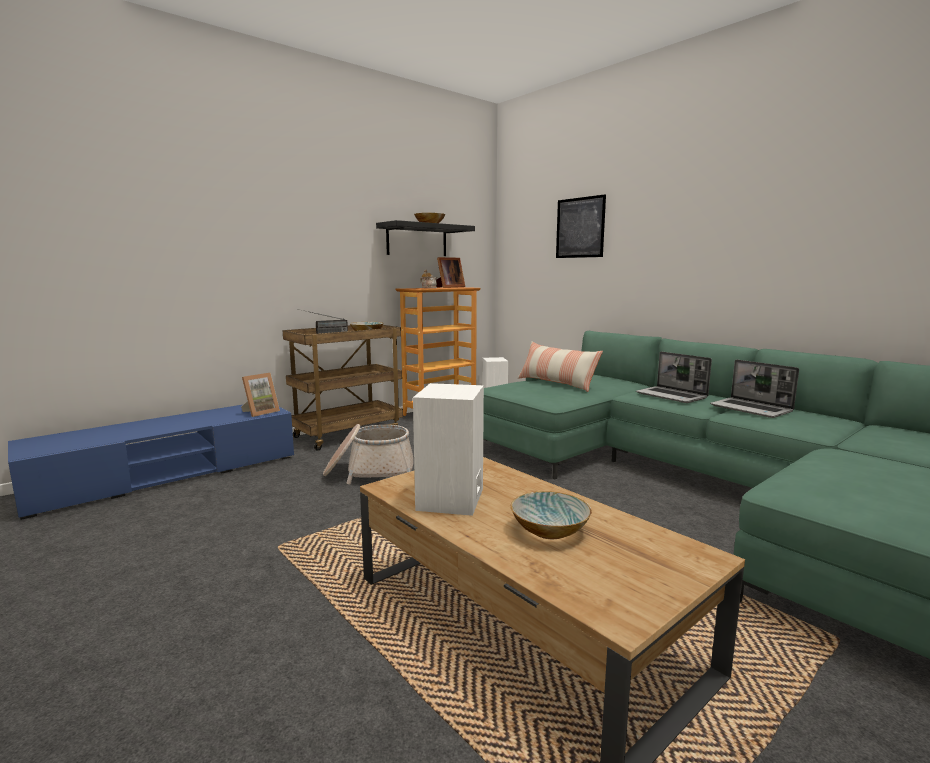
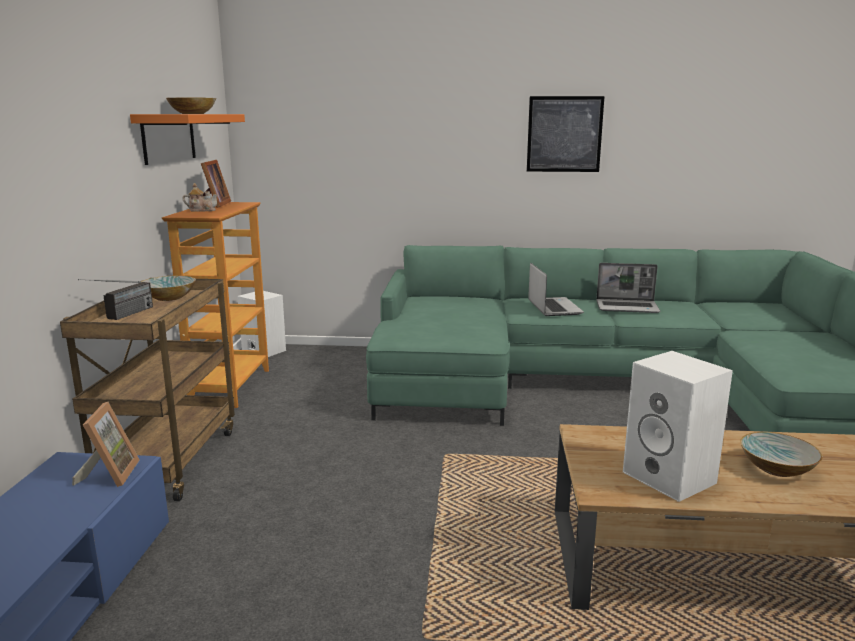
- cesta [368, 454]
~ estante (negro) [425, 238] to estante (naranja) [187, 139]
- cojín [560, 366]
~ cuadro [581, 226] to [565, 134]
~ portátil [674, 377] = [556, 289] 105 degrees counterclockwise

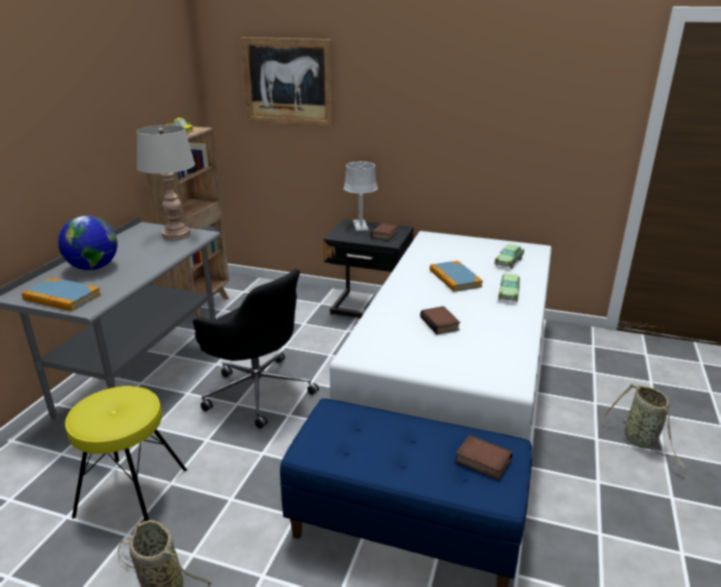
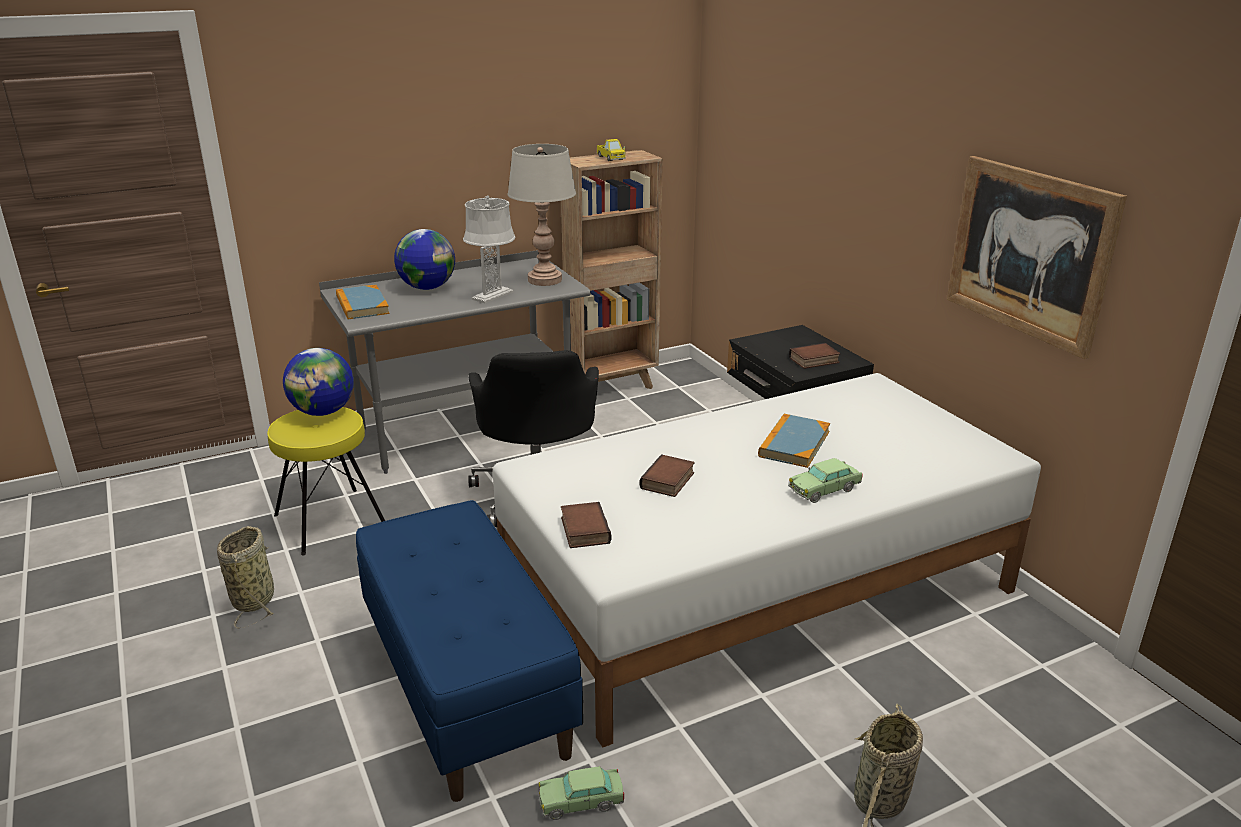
~ cuadro [286, 82] to [1037, 257]
~ lámpara de mesa (gris) [360, 195] to [489, 249]
~ libro [484, 457] to [586, 525]
~ coche de juguete [509, 256] to [581, 793]
+ globo terráqueo [318, 382]

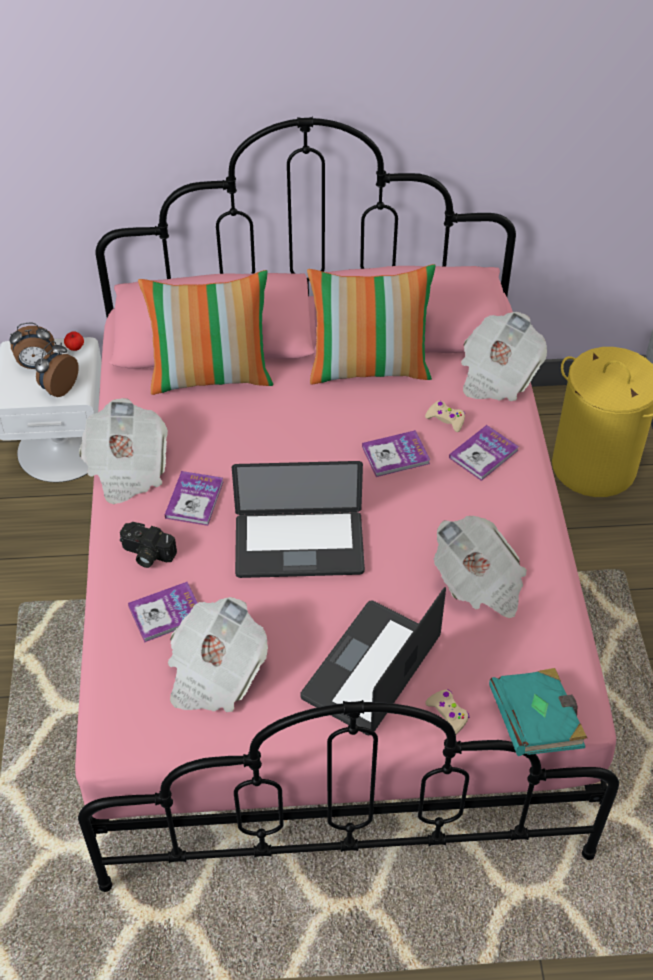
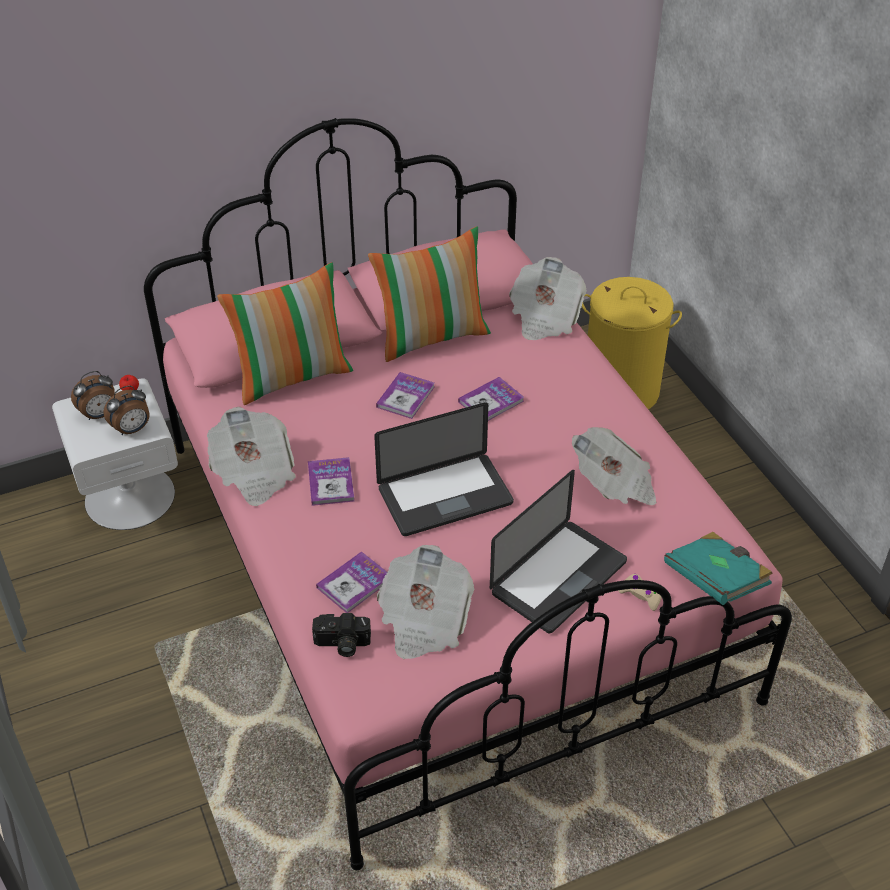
~ despertador [57, 369] = [126, 410] 135 degrees counterclockwise
~ cámara [148, 545] to [341, 635]
~ portátil [373, 661] = [558, 551] 150 degrees counterclockwise
- mando de consola (beis) [445, 416]
~ libro [484, 453] to [405, 395]

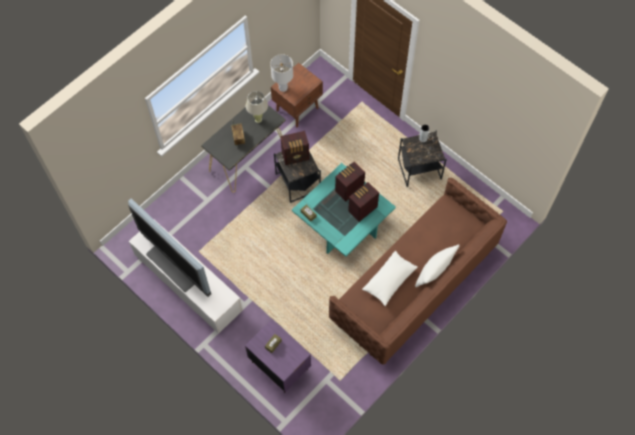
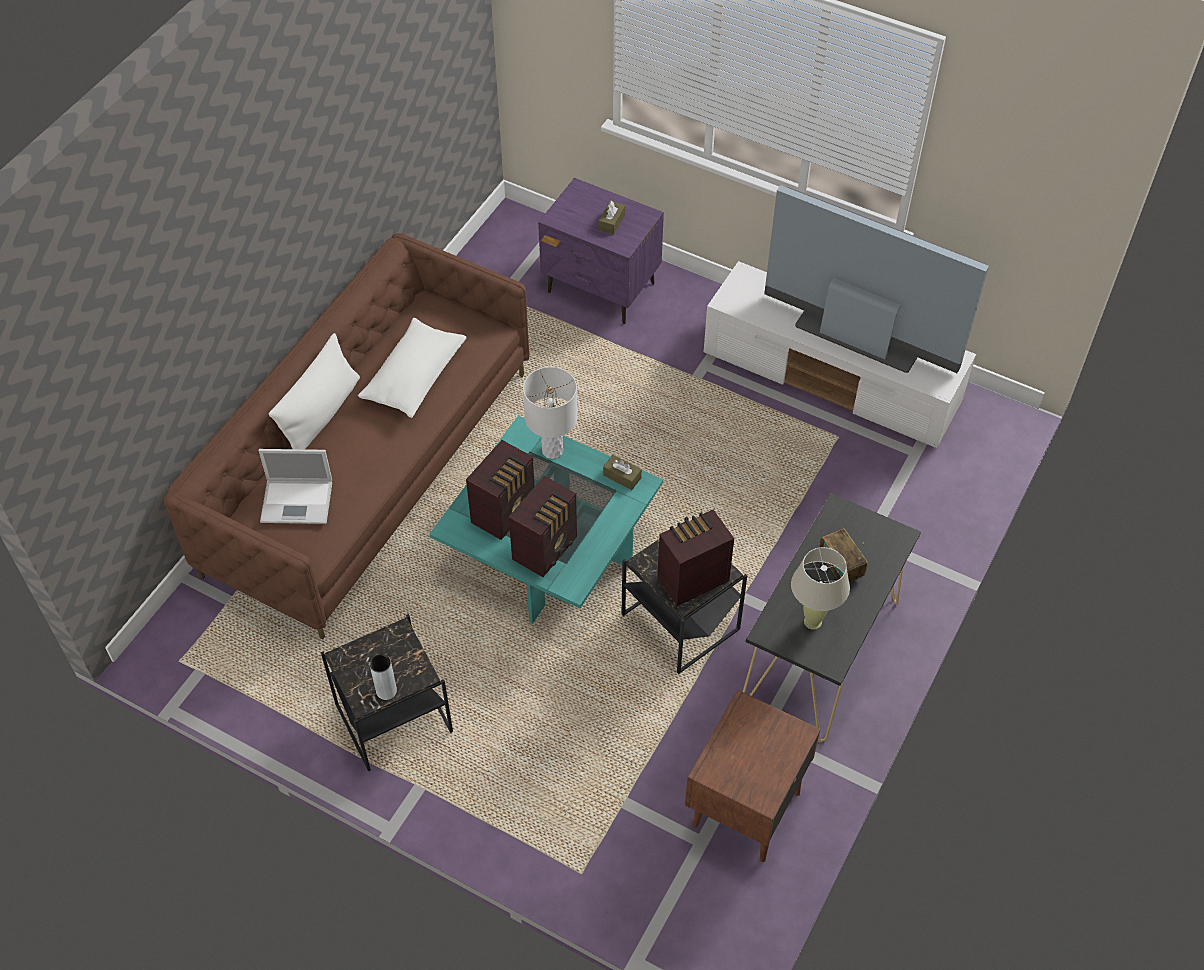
~ lámpara de mesa (blanco) [281, 73] to [550, 413]
+ portátil [295, 486]

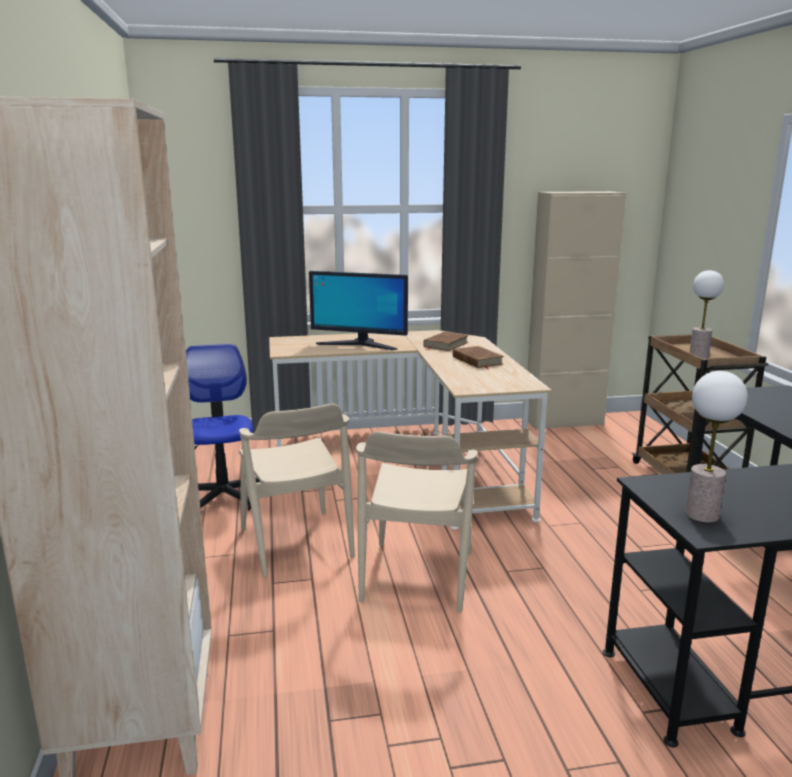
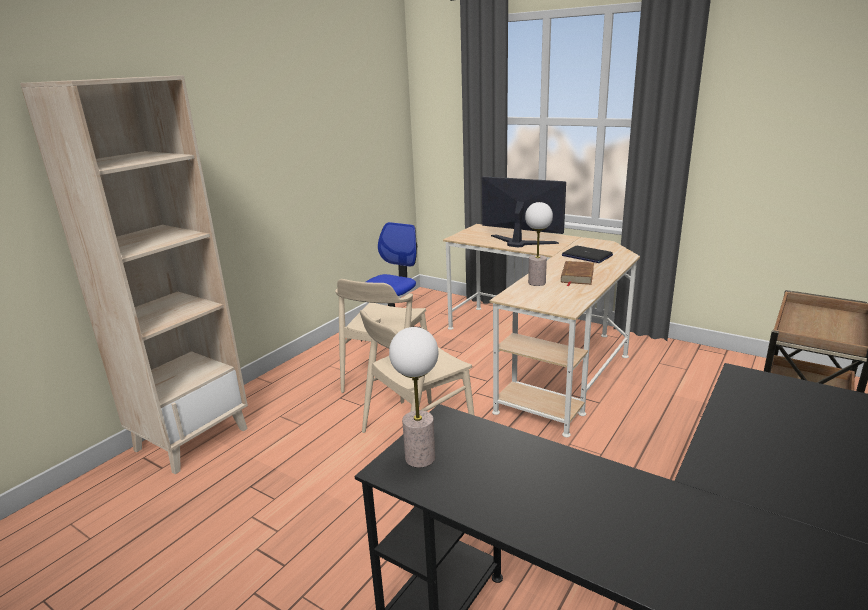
~ monitor [358, 310] = [524, 211] 150 degrees clockwise
~ libro (marrón) [445, 341] to portátil [587, 254]
- armario (beis) [577, 310]
~ lámpara de mesa [706, 314] to [539, 244]

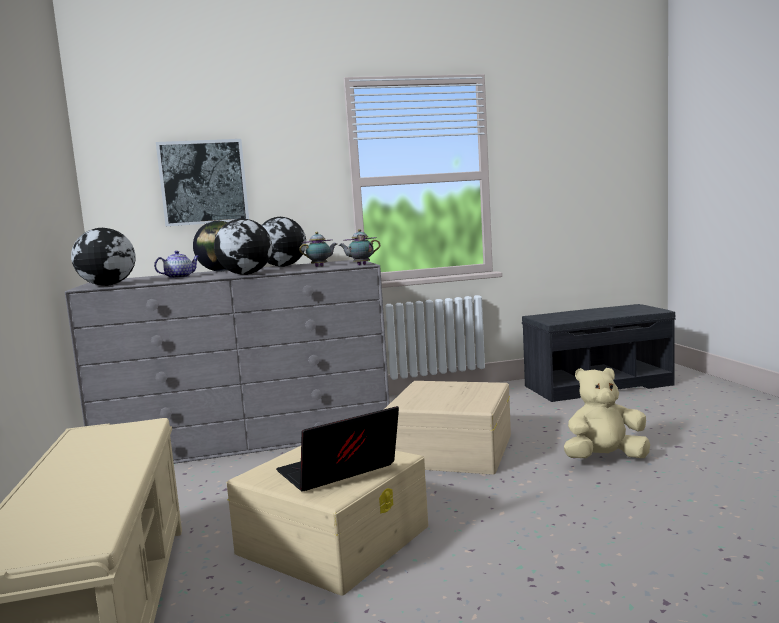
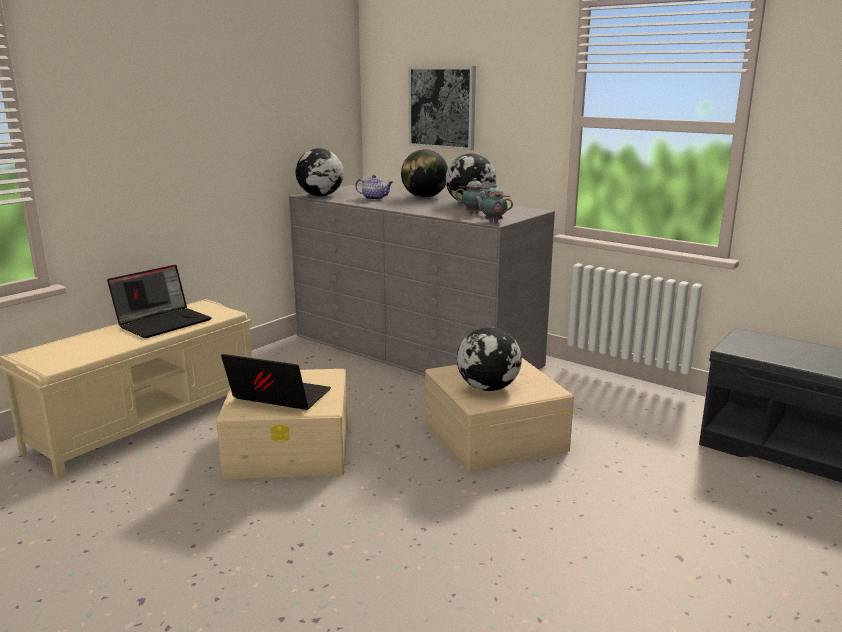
~ globo terráqueo [243, 246] to [489, 359]
- peluche (beis) [607, 413]
+ portátil [159, 301]

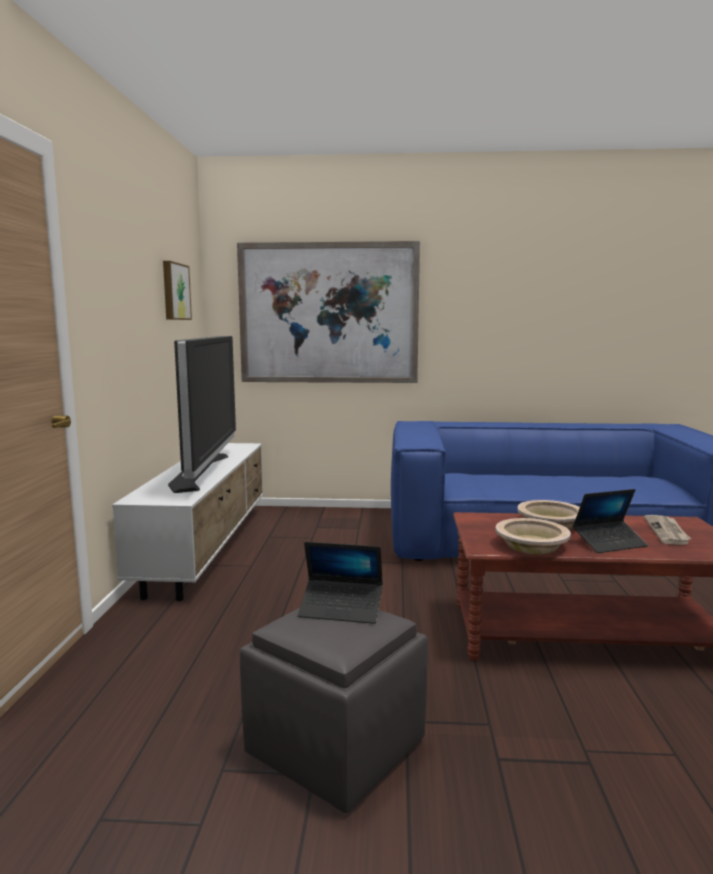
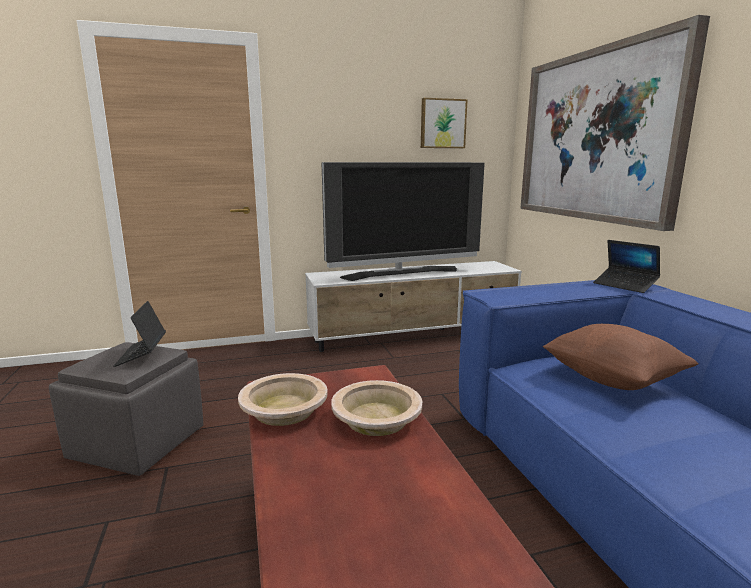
~ portátil [610, 521] to [626, 266]
- periódico [667, 530]
+ cojín (marrón) [620, 357]

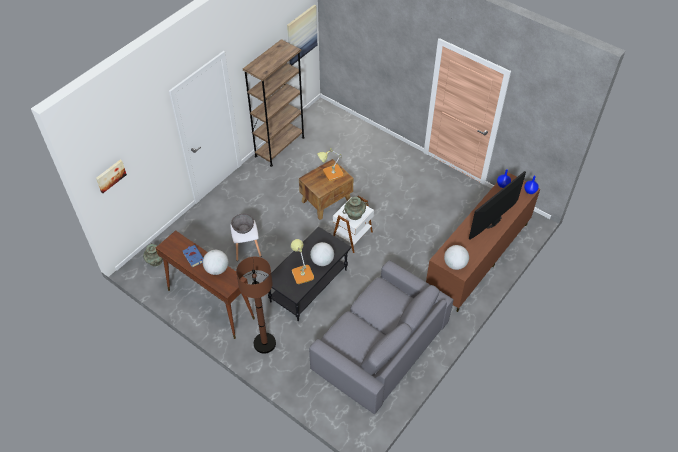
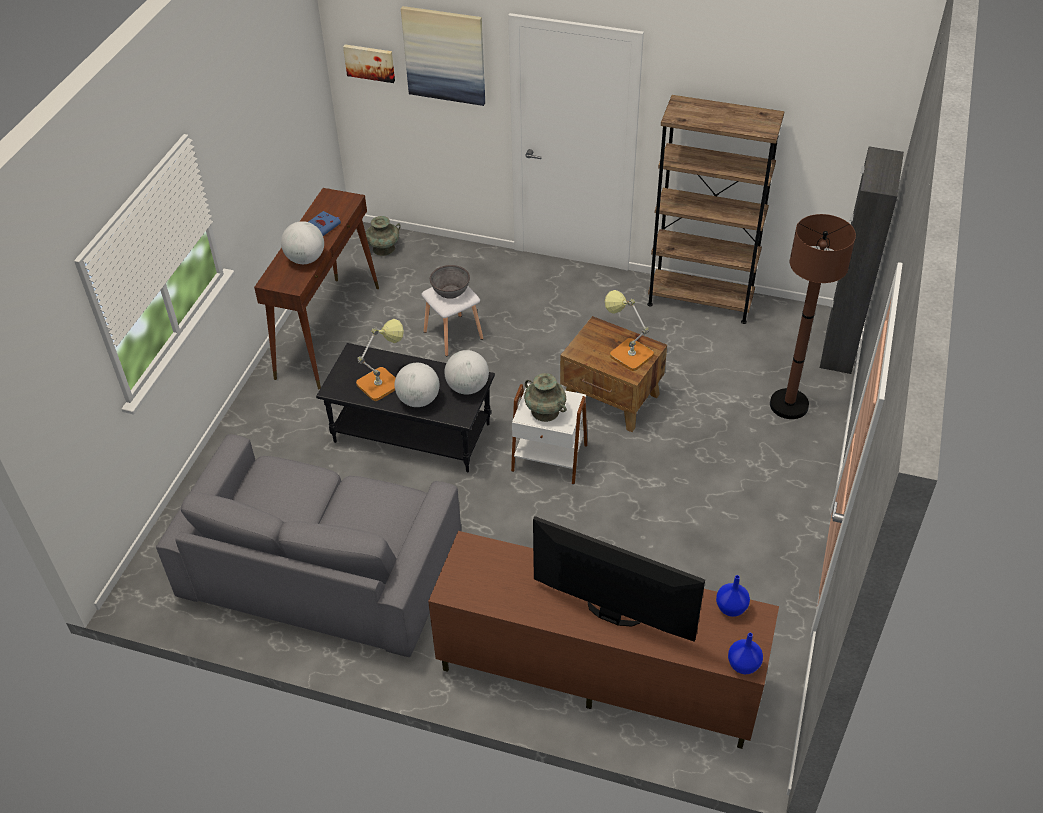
~ lámpara de pie (marrón) [256, 305] to [813, 316]
~ cuadro [302, 34] to [443, 56]
~ globo terráqueo [456, 257] to [466, 372]
+ armario (negro) [862, 260]

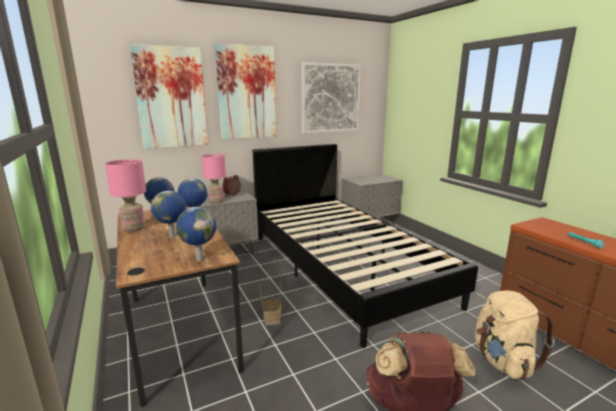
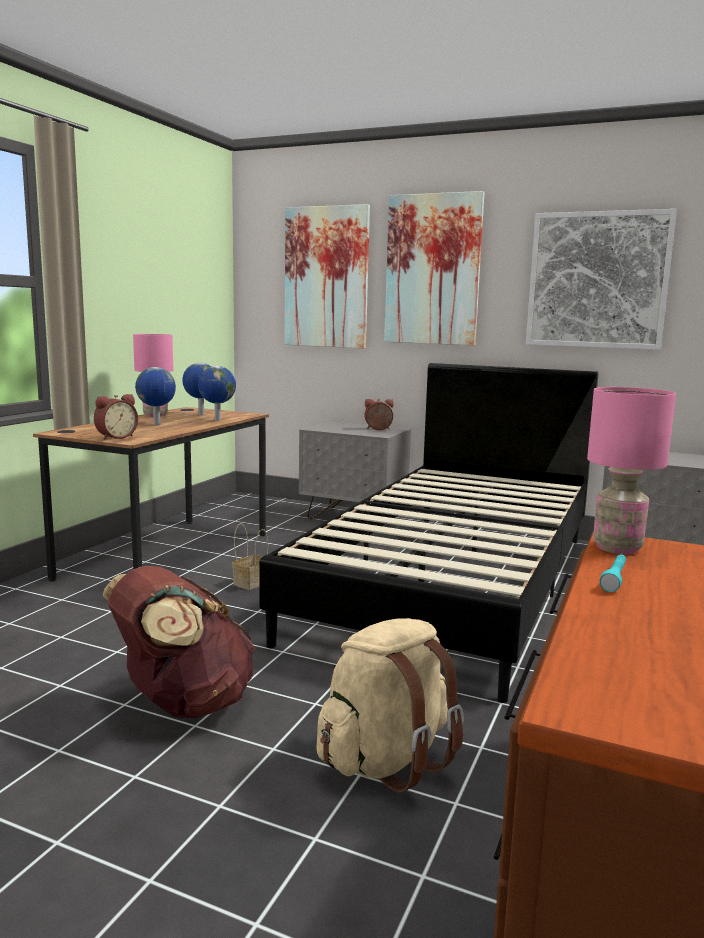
~ globo terráqueo [196, 234] to despertador [116, 417]
~ lámpara de mesa (rosa) [213, 178] to [631, 470]

